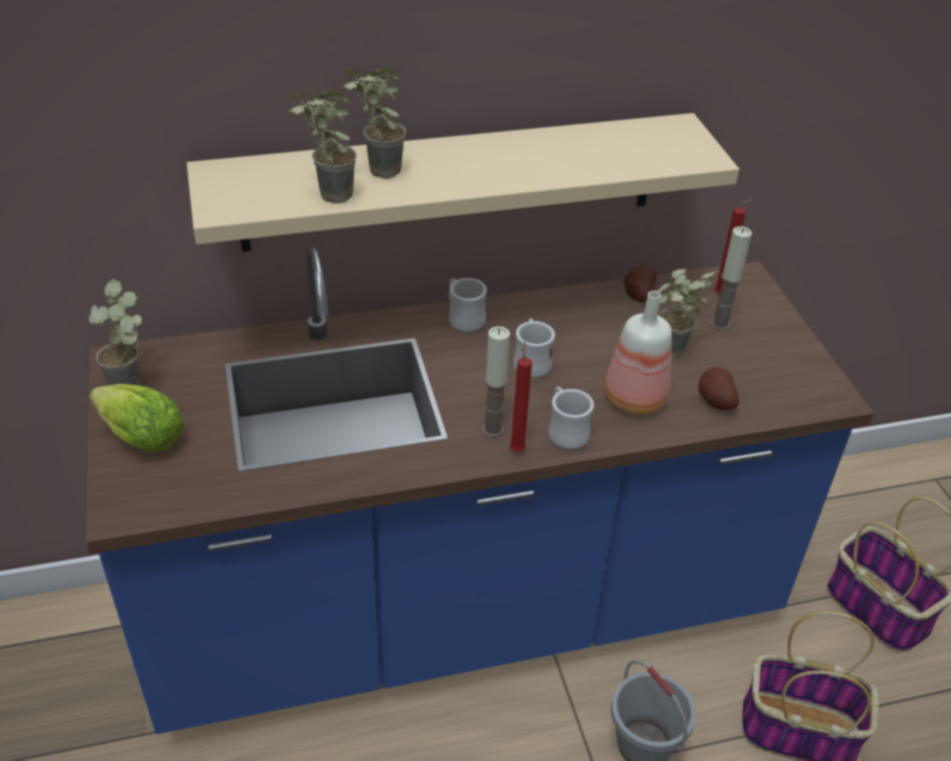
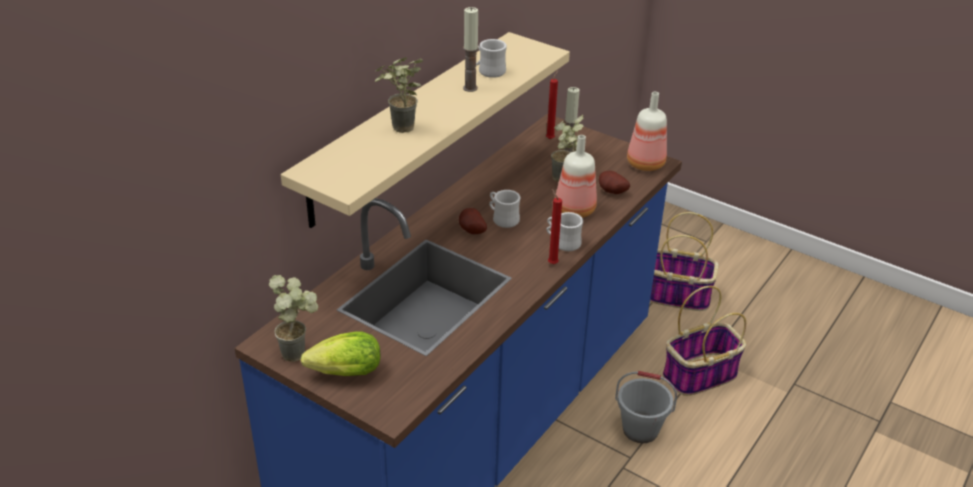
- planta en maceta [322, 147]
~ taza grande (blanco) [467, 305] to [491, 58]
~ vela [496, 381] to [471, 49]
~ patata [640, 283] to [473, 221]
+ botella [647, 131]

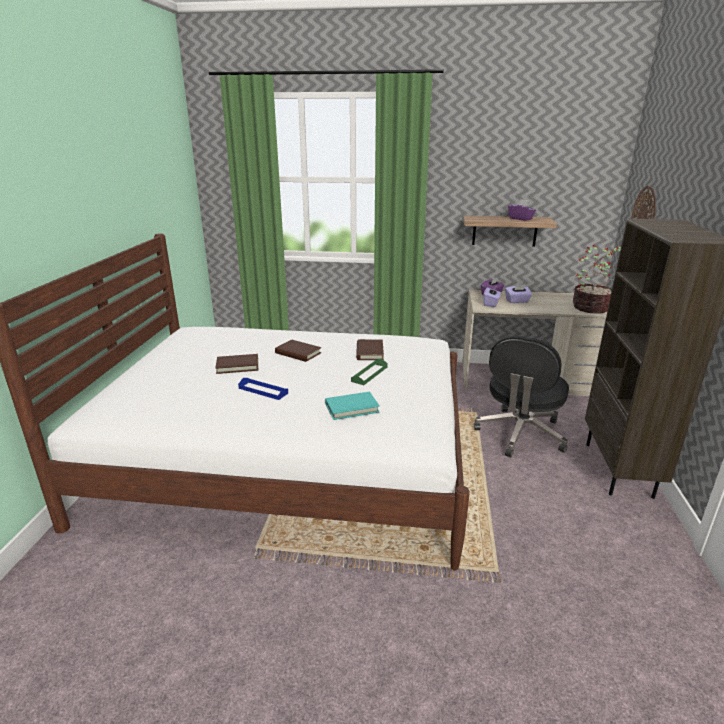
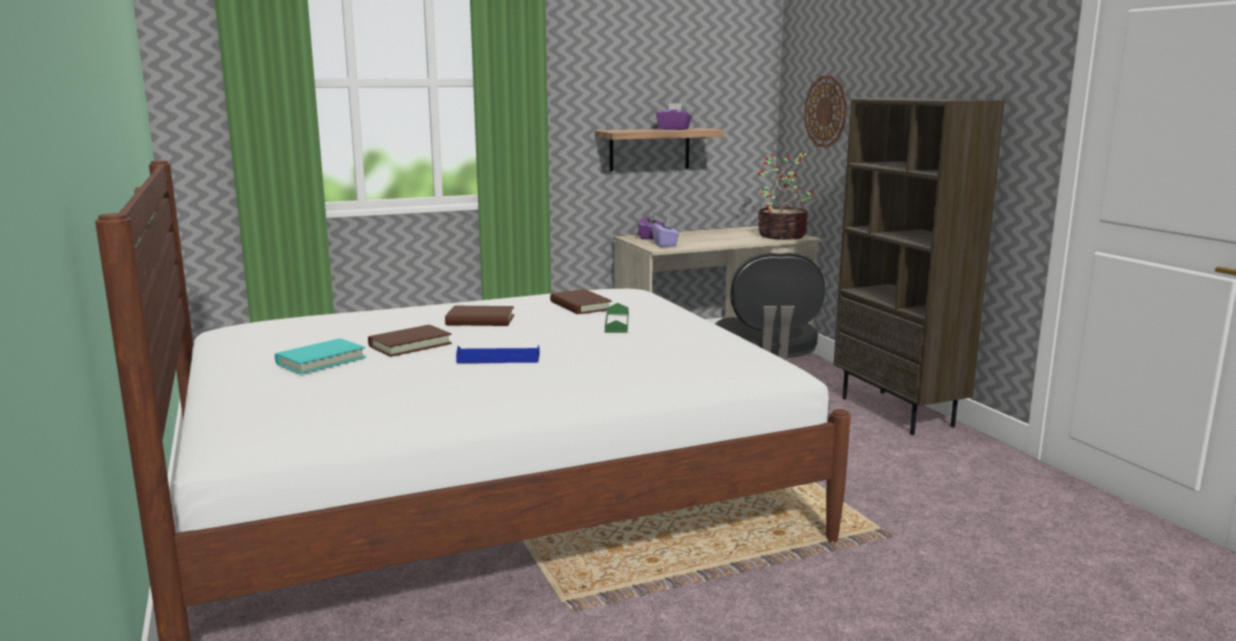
~ libro (turquesa) [352, 406] to [320, 356]
- caja de pañuelos (morado) [518, 293]

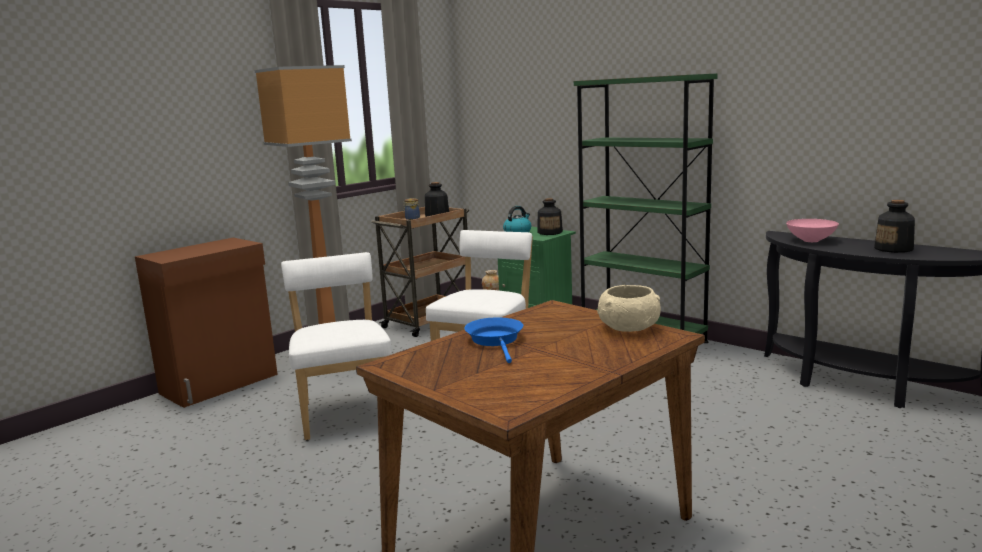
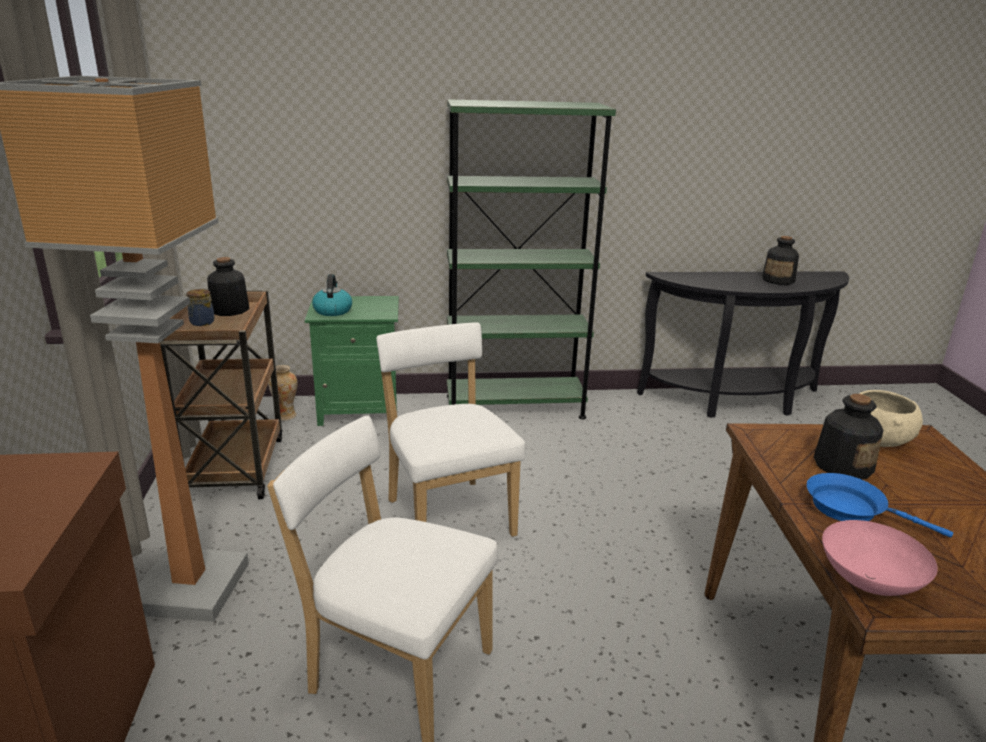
~ botella [550, 216] to [848, 436]
~ cuenco (rosa) [812, 230] to [880, 558]

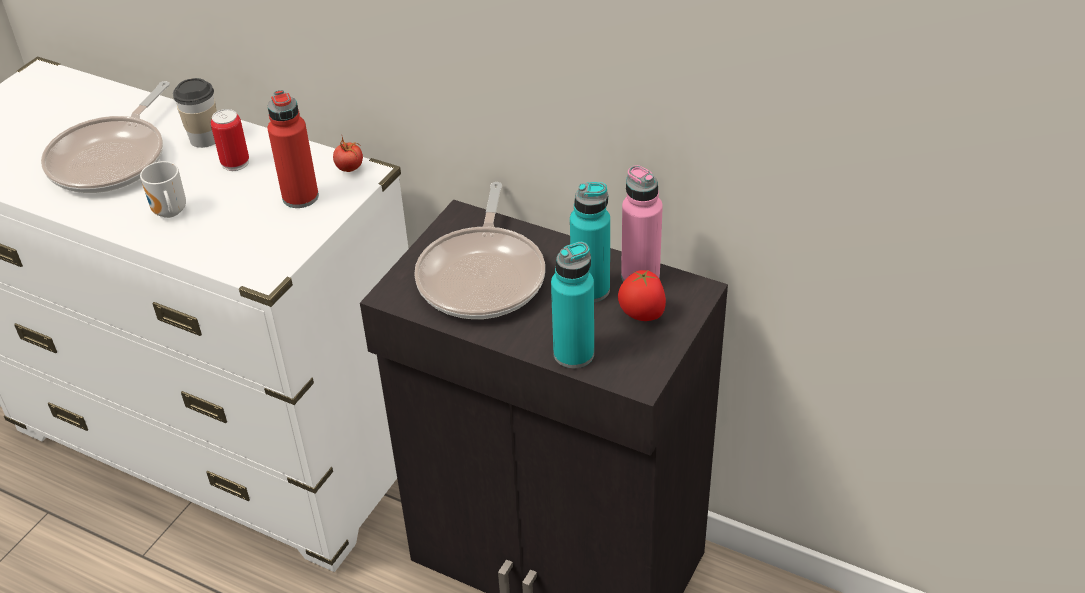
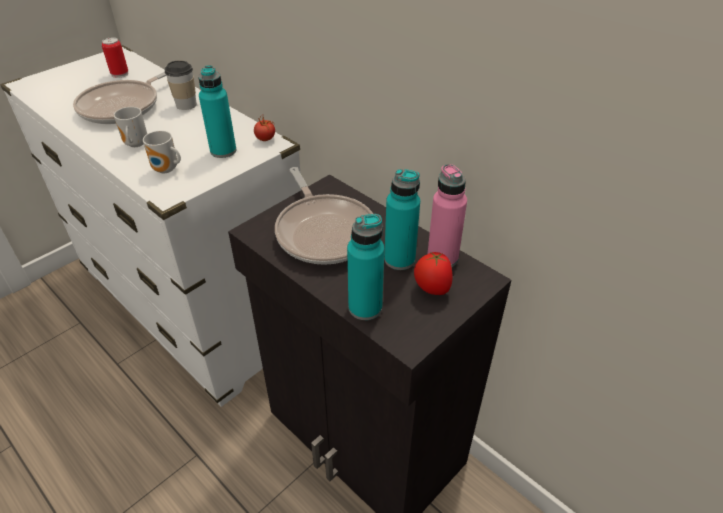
~ lata [230, 140] to [115, 57]
~ botella (rojo) [293, 149] to botella (turquesa) [217, 111]
~ sartén [479, 250] = [324, 216] 45 degrees counterclockwise
+ taza grande [162, 152]

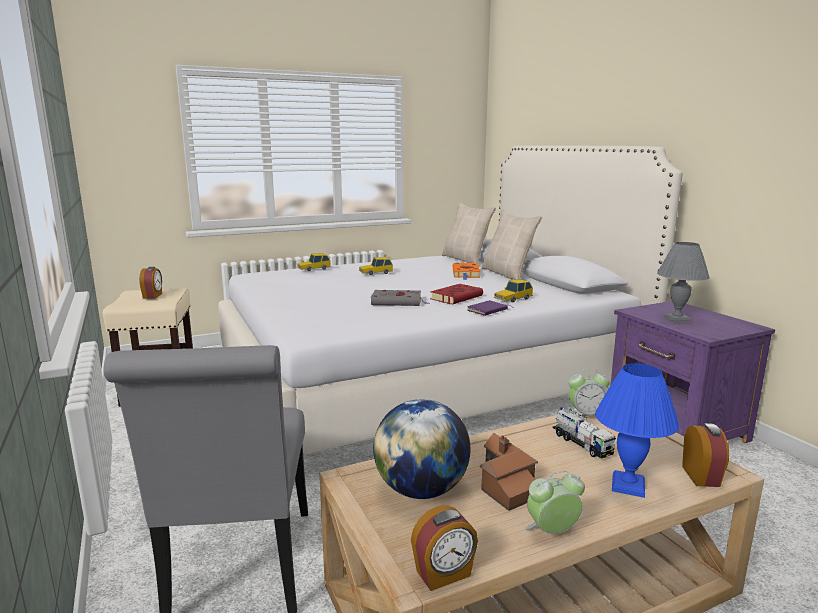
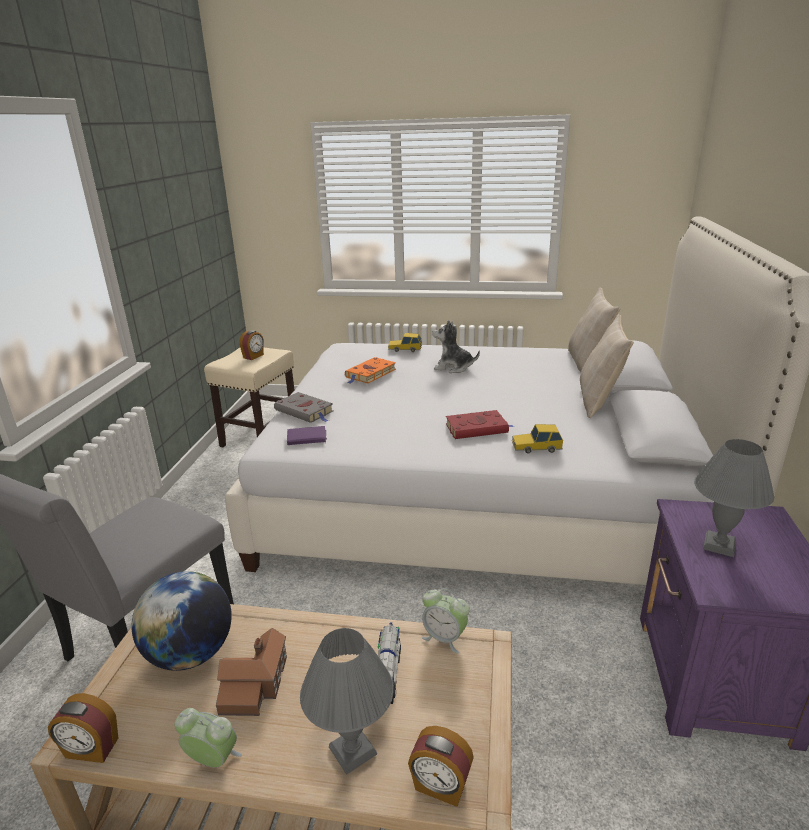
~ coche de juguete [376, 266] to peluche [456, 346]
~ libro (gris) [400, 298] to [303, 407]
~ libro (naranja) [466, 271] to [370, 370]
~ libro (morado) [489, 308] to [307, 435]
~ lámpara de mesa (azul) [637, 430] to lámpara de mesa (gris) [347, 701]
~ despertador [705, 455] = [441, 766] 75 degrees clockwise

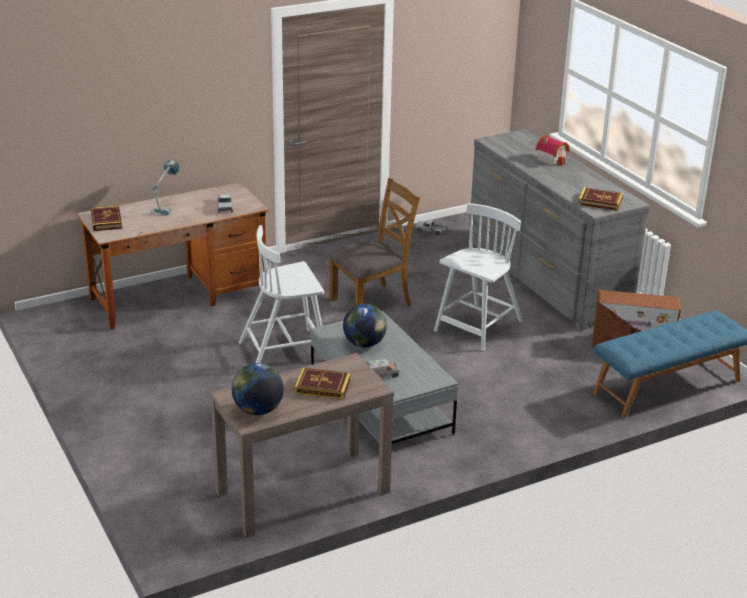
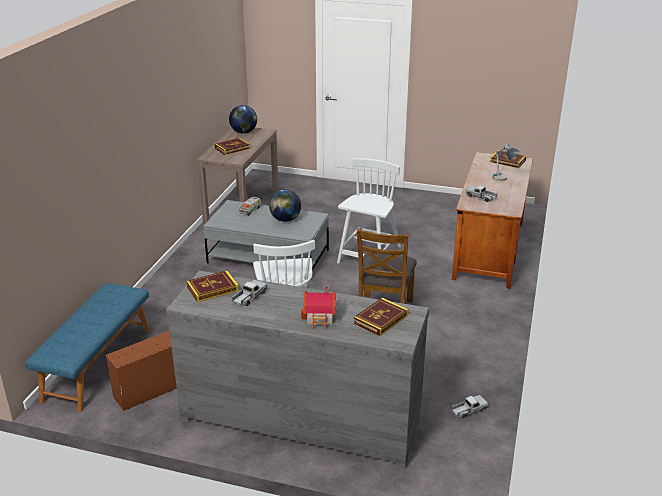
+ camión de juguete [249, 293]
+ libro [381, 317]

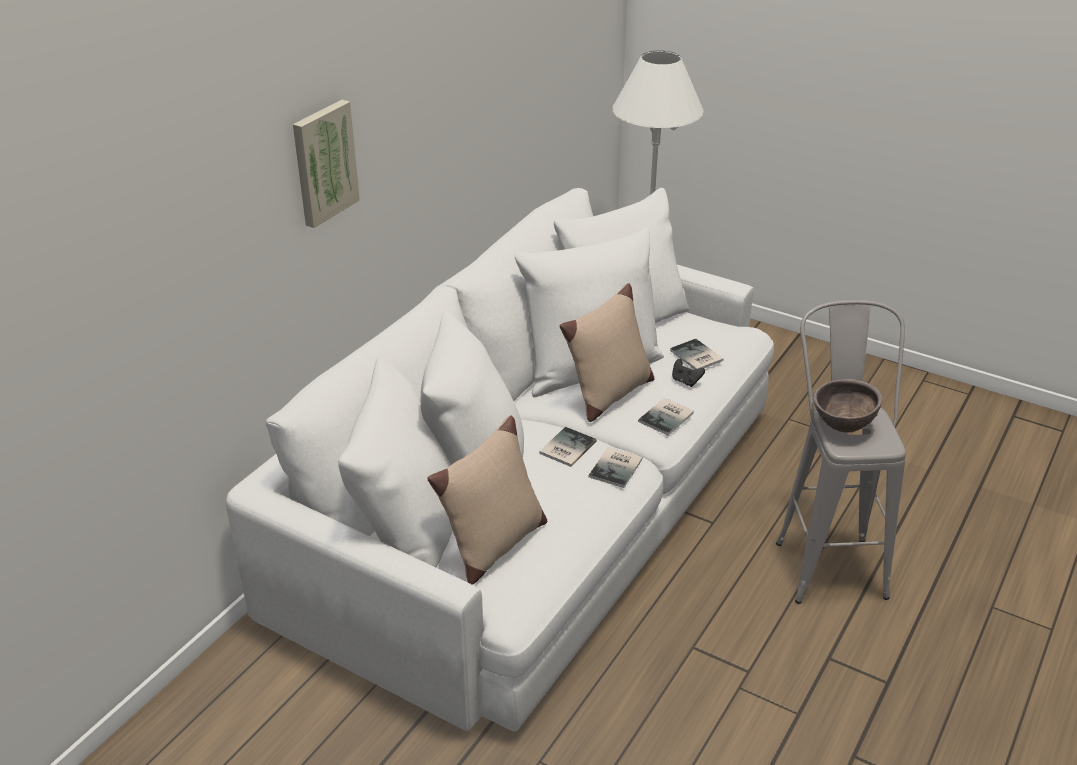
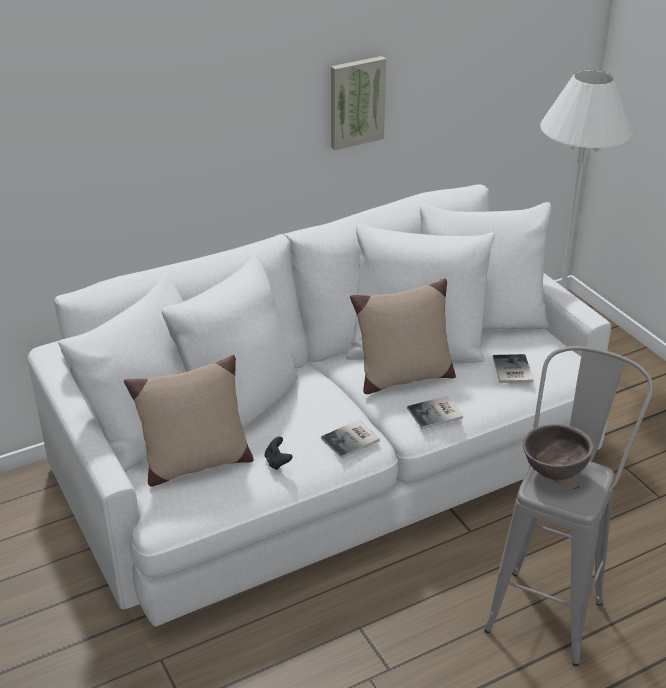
~ cuadro [326, 164] to [358, 103]
- libro [568, 447]
~ mando de consola (negro) [688, 373] to [279, 453]

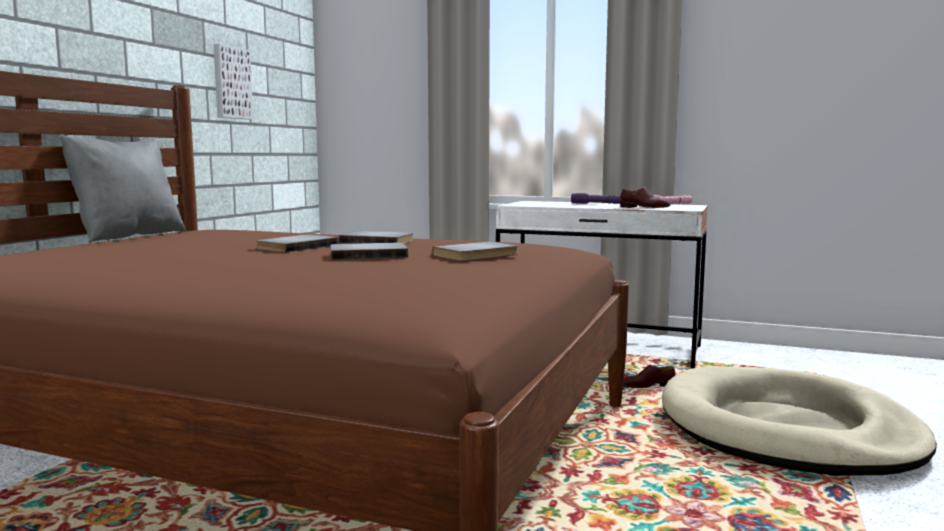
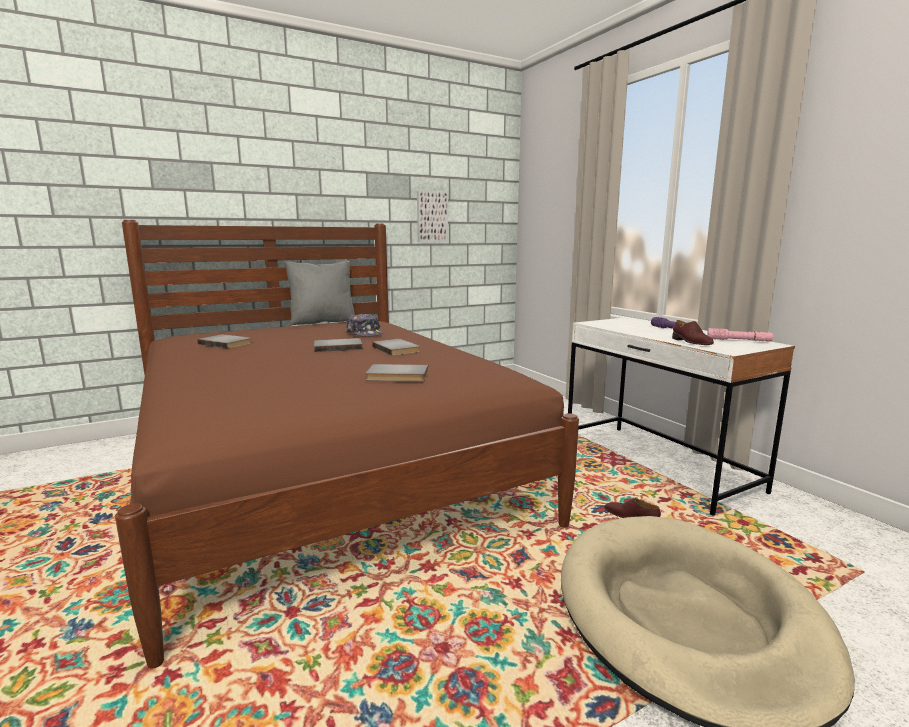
~ libro (gris) [369, 251] to [224, 341]
+ gorra [364, 325]

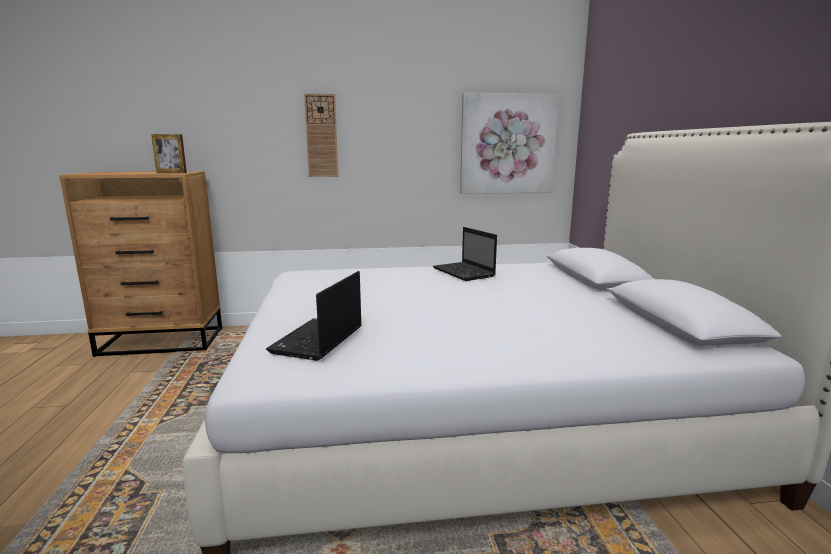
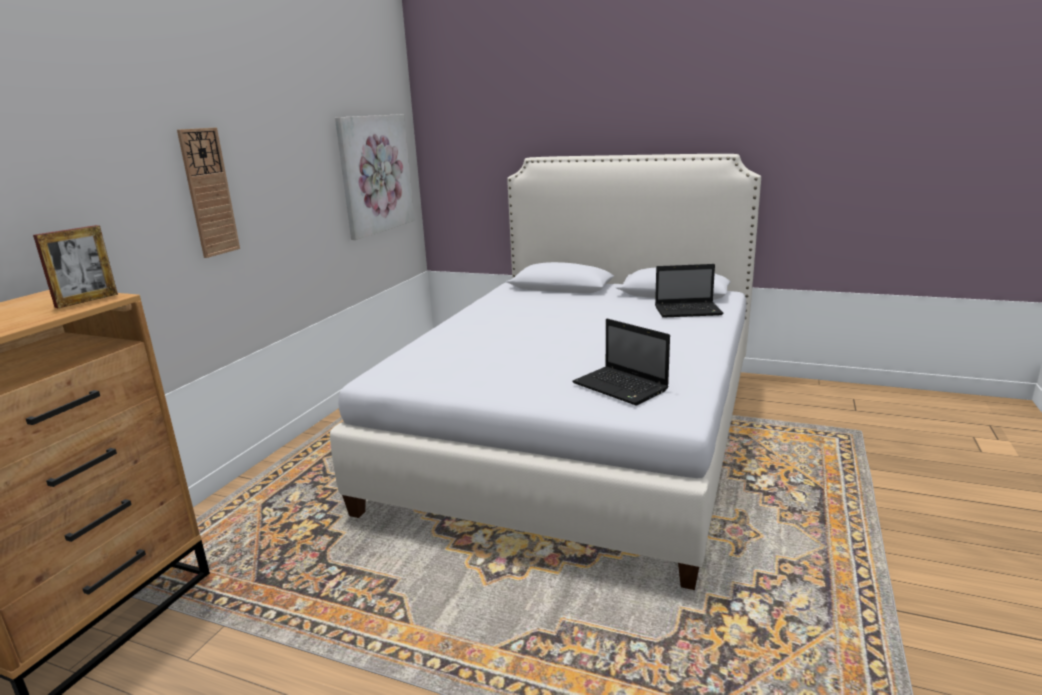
~ portátil [465, 254] to [689, 291]

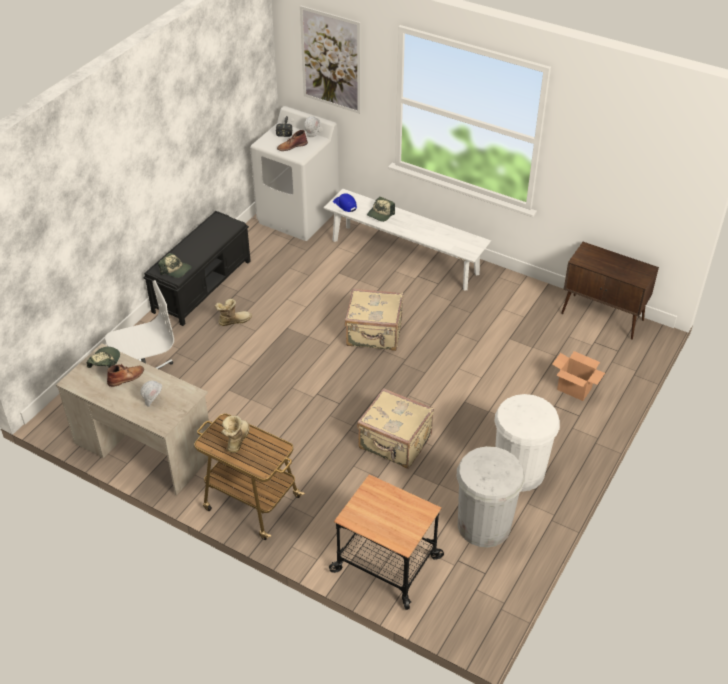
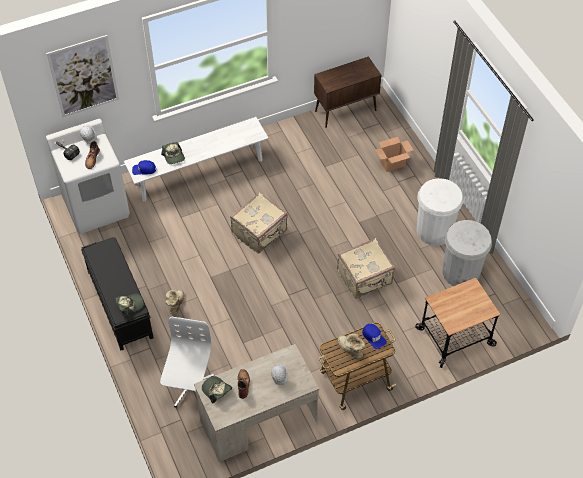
+ gorra (azul) [374, 336]

